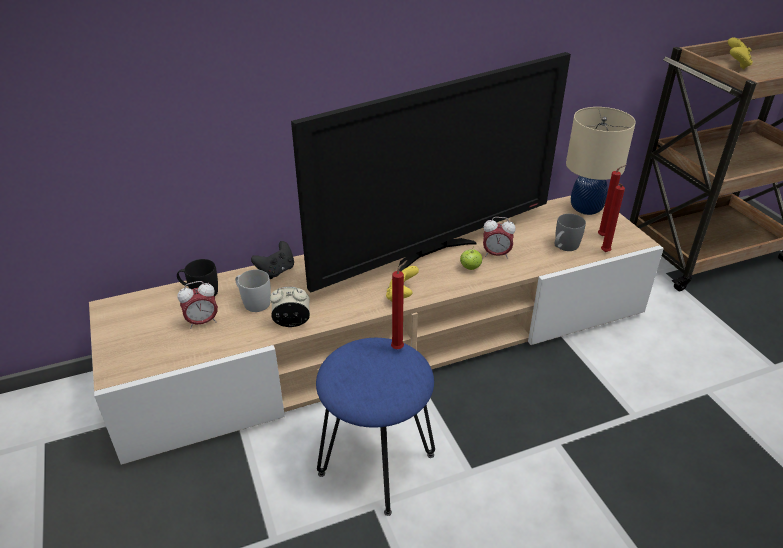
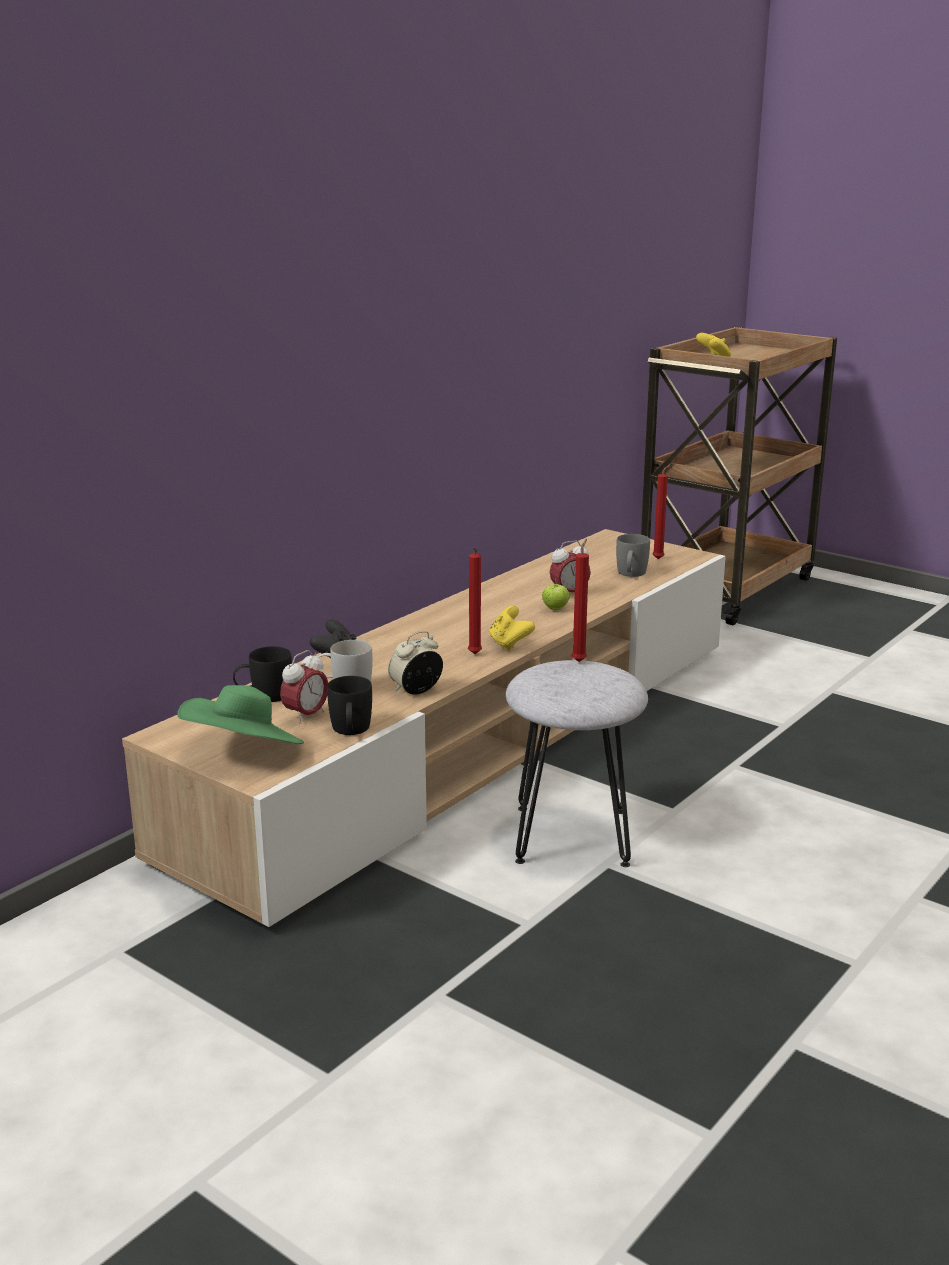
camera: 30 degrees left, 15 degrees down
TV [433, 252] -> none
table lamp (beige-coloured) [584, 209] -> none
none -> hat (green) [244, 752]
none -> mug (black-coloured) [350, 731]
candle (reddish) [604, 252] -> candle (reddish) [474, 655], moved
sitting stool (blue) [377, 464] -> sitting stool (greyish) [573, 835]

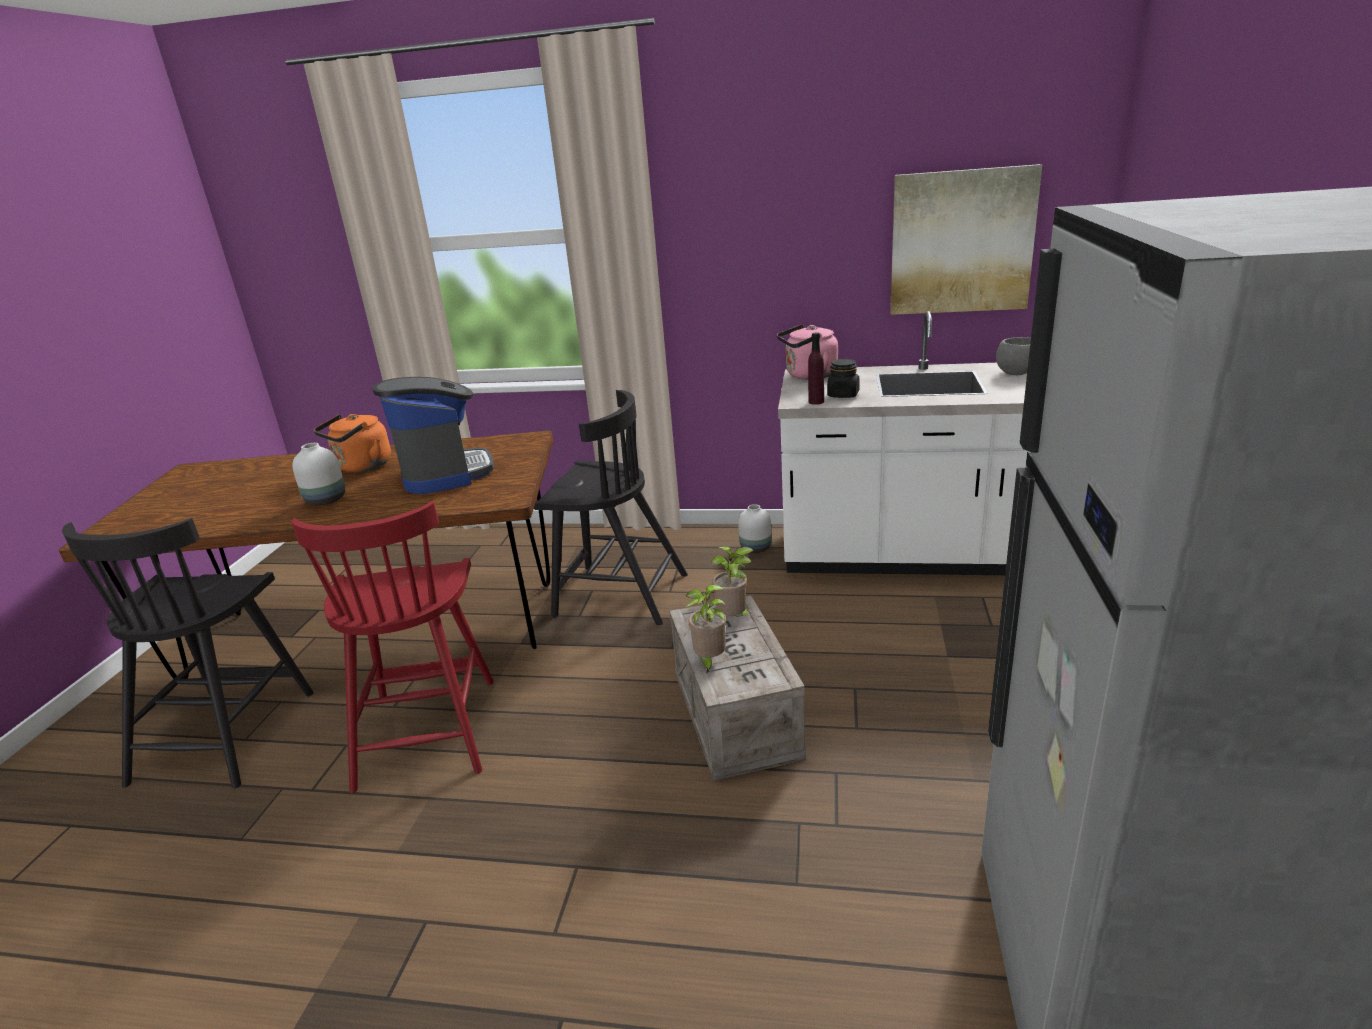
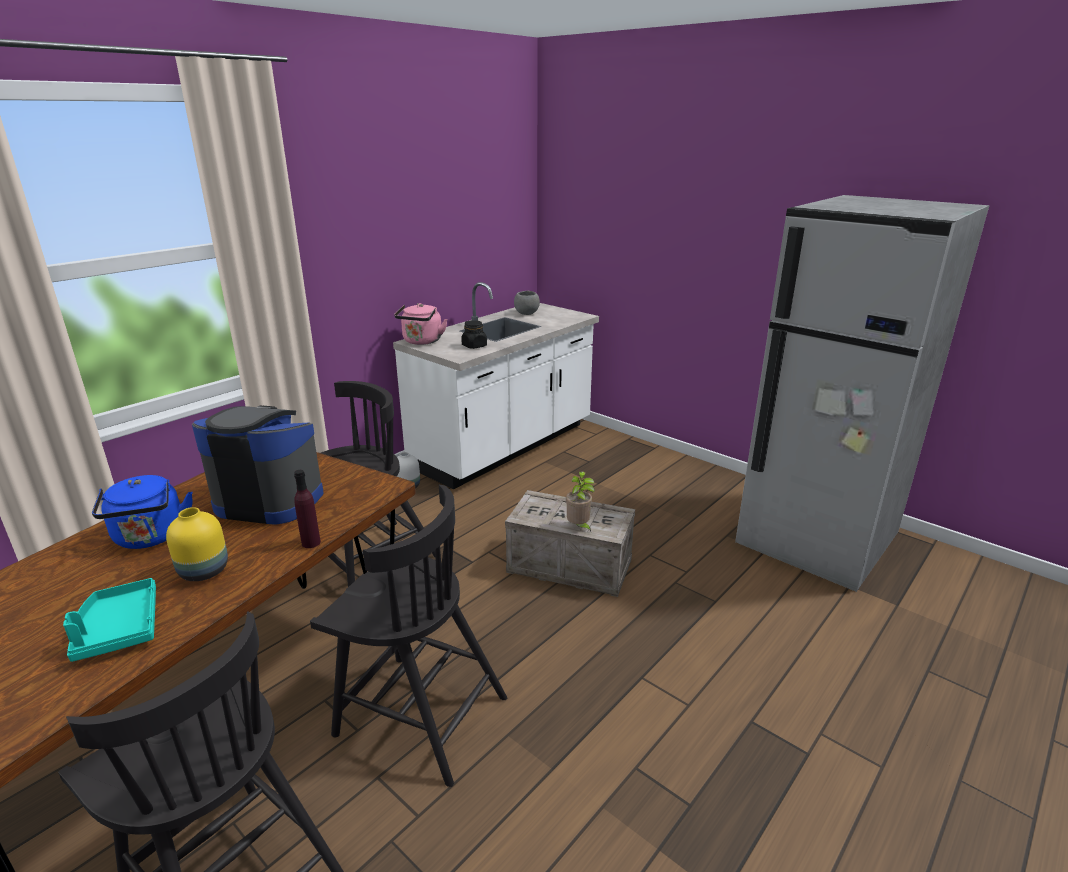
camera: 60 degrees left, 0 degrees up
potted plant [734, 618] -> none
wall picture [961, 242] -> none
none -> carrying tray (blue-green) [118, 629]
beverage bottle (purple-coloured) [816, 402] -> beverage bottle (purple-coloured) [311, 543], moved
upright chair (reddish) [428, 728] -> upright chair (black-coloured) [418, 714]
decorative vase (white-coloured) [325, 500] -> decorative vase (yellow-coloured) [202, 571]
water kettle (orange-coloured) [361, 467] -> water kettle (blue) [150, 538]

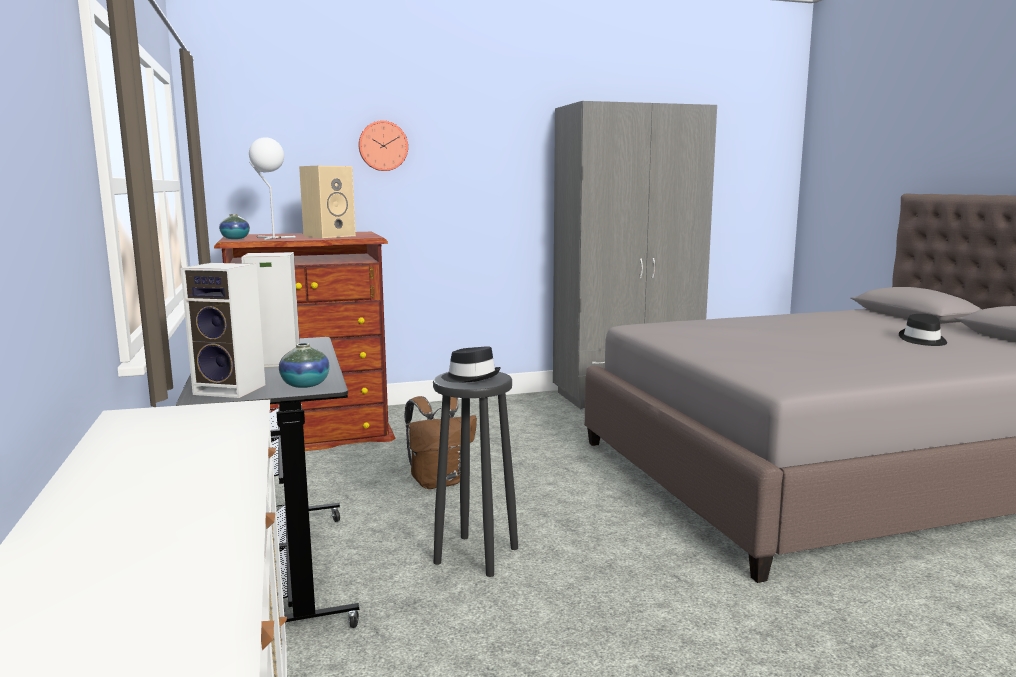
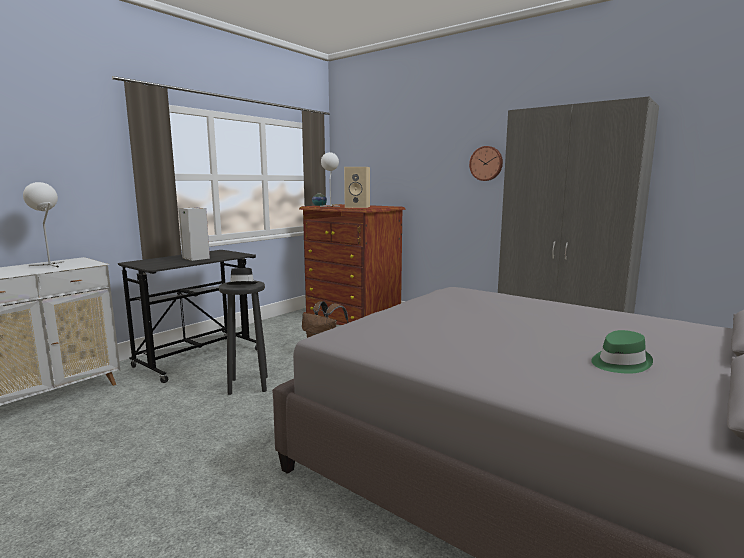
camera: 55 degrees right, 0 degrees up
audio speaker [233, 389] -> none
decorative vase [305, 385] -> none
none -> table lamp (white-coloured) [51, 265]
wall clock [383, 146] -> wall clock [486, 163], moved
hat (black-coloured) [922, 340] -> hat (green) [619, 363]

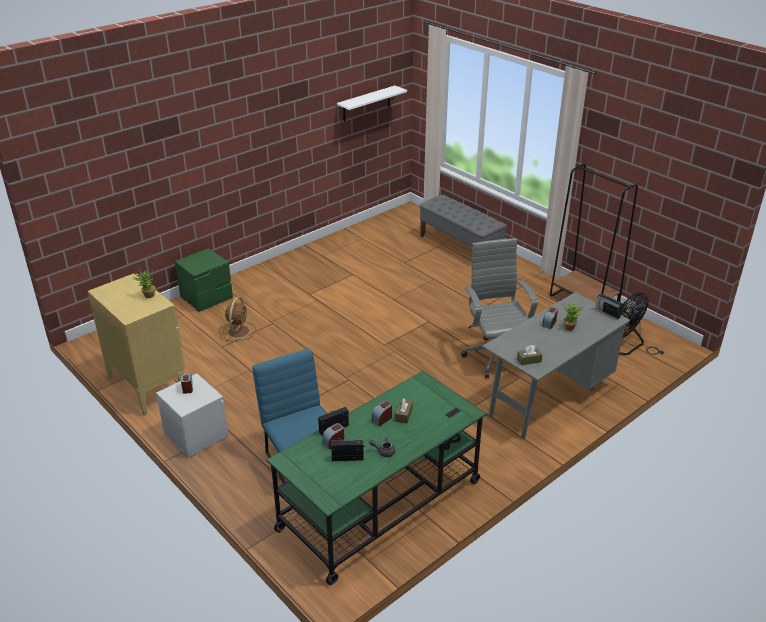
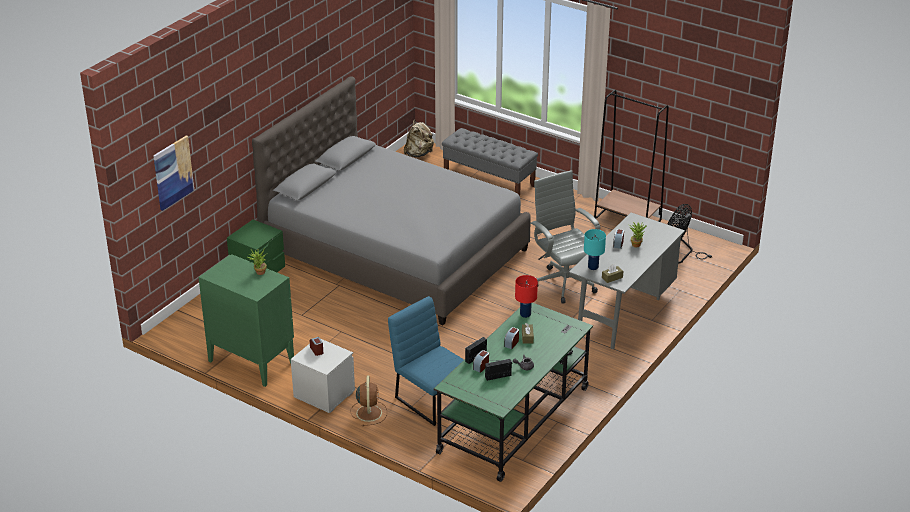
camera: 15 degrees left, 0 degrees up
wall shelf (white-coloured) [366, 103] -> none
radio receiver [607, 313] -> none
none -> wall picture [173, 172]
none -> bed (greyish) [394, 251]
none -> backpack (beige-coloured) [418, 154]
none -> table lamp (reddish) [524, 314]
none -> table lamp (blue-green) [593, 267]
fan (brown) [239, 331] -> fan (brown) [369, 412], moved
chest of drawers (beige-coloured) [148, 385] -> chest of drawers (green) [252, 361]

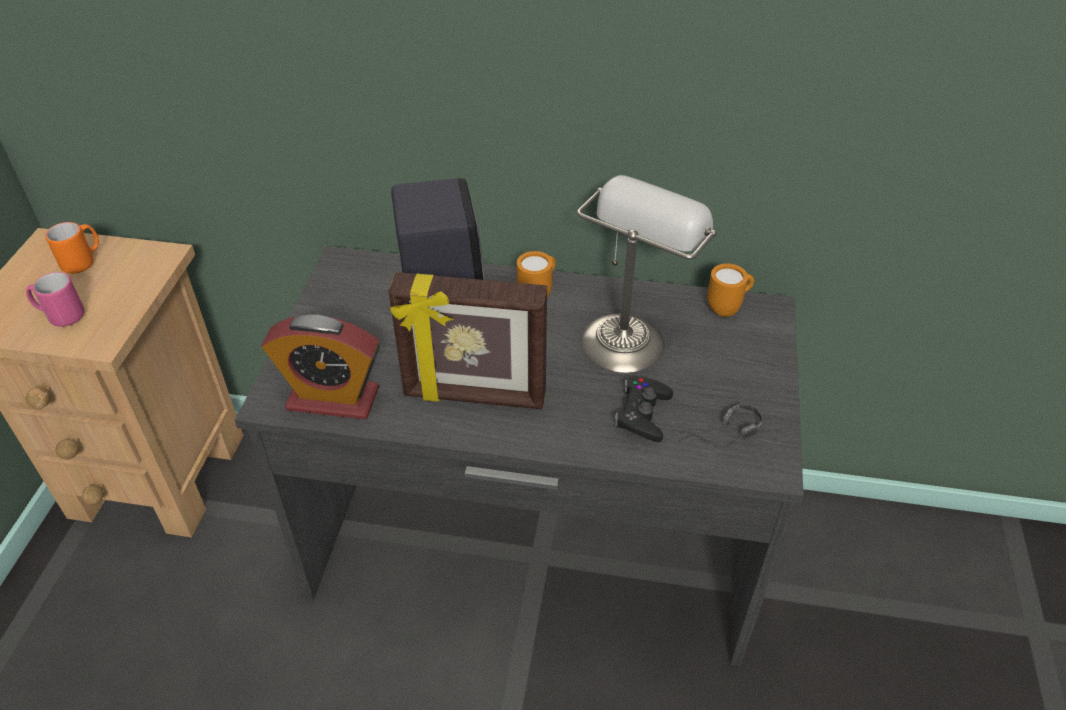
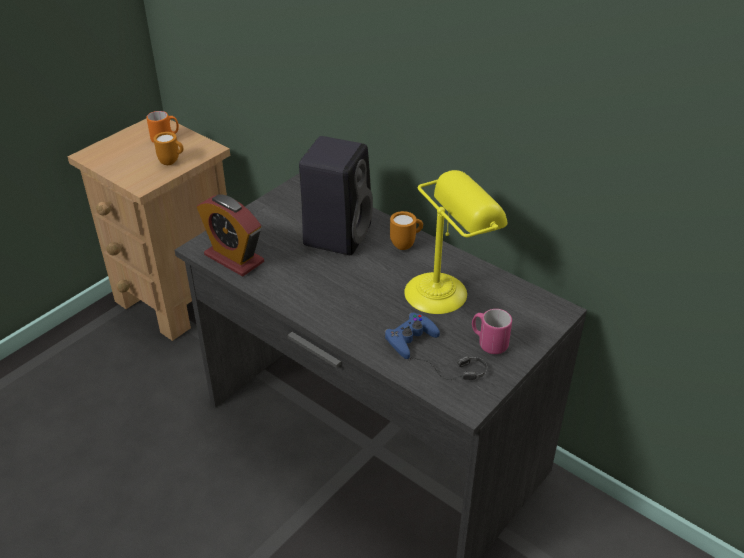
camera: 30 degrees right, 5 degrees down
picture frame [474, 397] -> none
mug (pink-coloured) [61, 316] -> mug (pink-coloured) [488, 343], moved
mug (orange-coloured) [727, 308] -> mug (orange-coloured) [172, 162], moved
table lamp (white-coloured) [629, 331] -> table lamp (yellow-coloured) [446, 287]
game controller (black-coloured) [643, 414] -> game controller (blue) [410, 339]

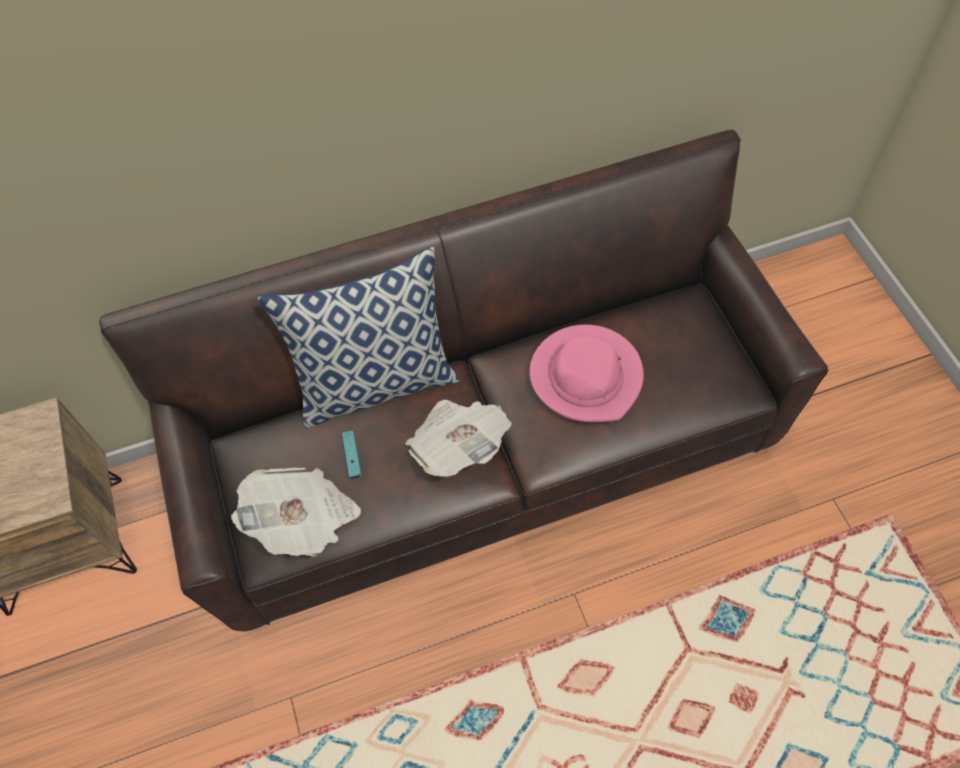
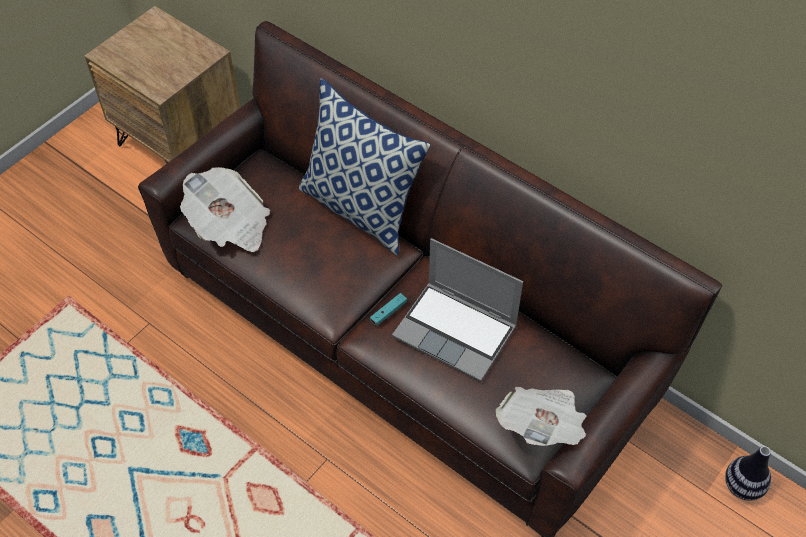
camera: 55 degrees right, 5 degrees down
none -> decorative vase [743, 486]
game controller (blue-green) [352, 457] -> game controller (blue-green) [388, 312], moved
daily paper [458, 446] -> daily paper [542, 426], moved
hat (pink-coloured) [587, 376] -> notebook computer [457, 331]

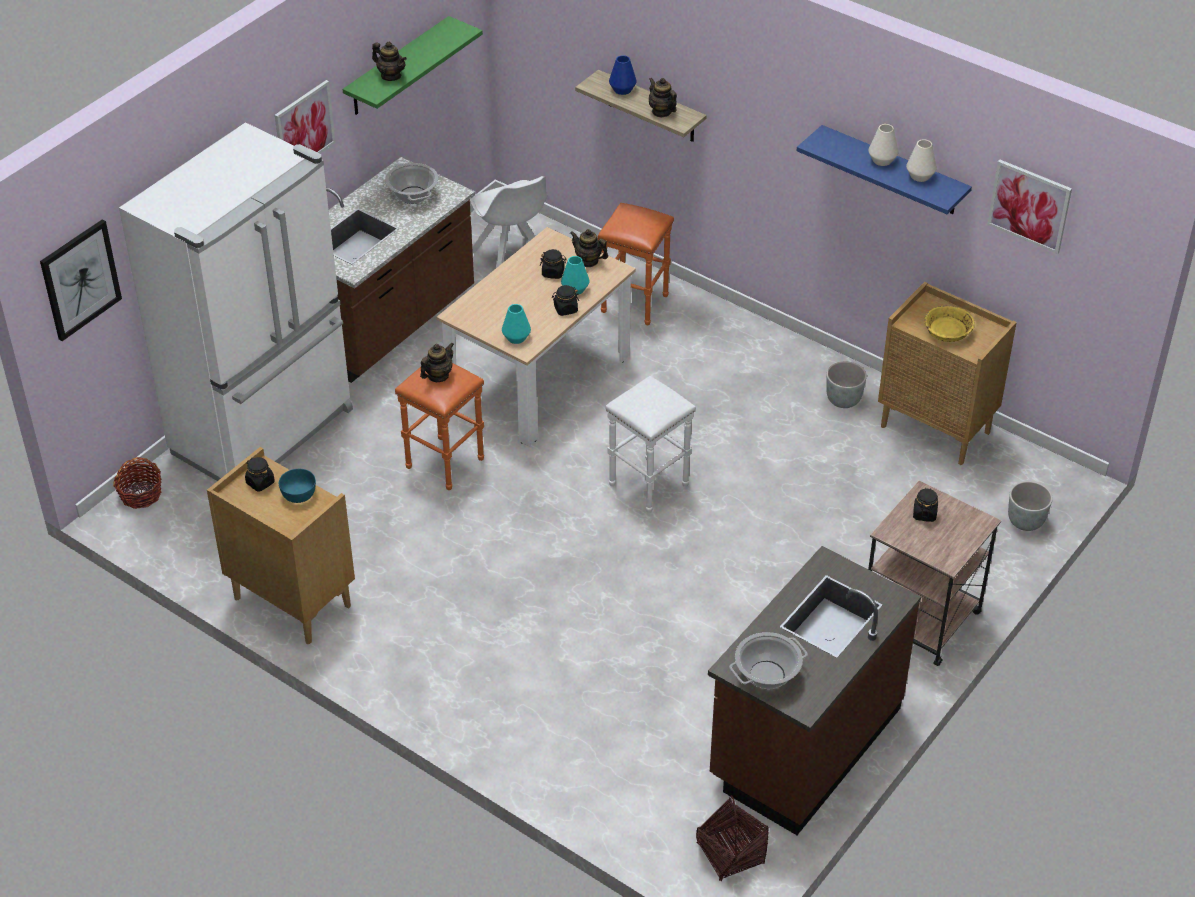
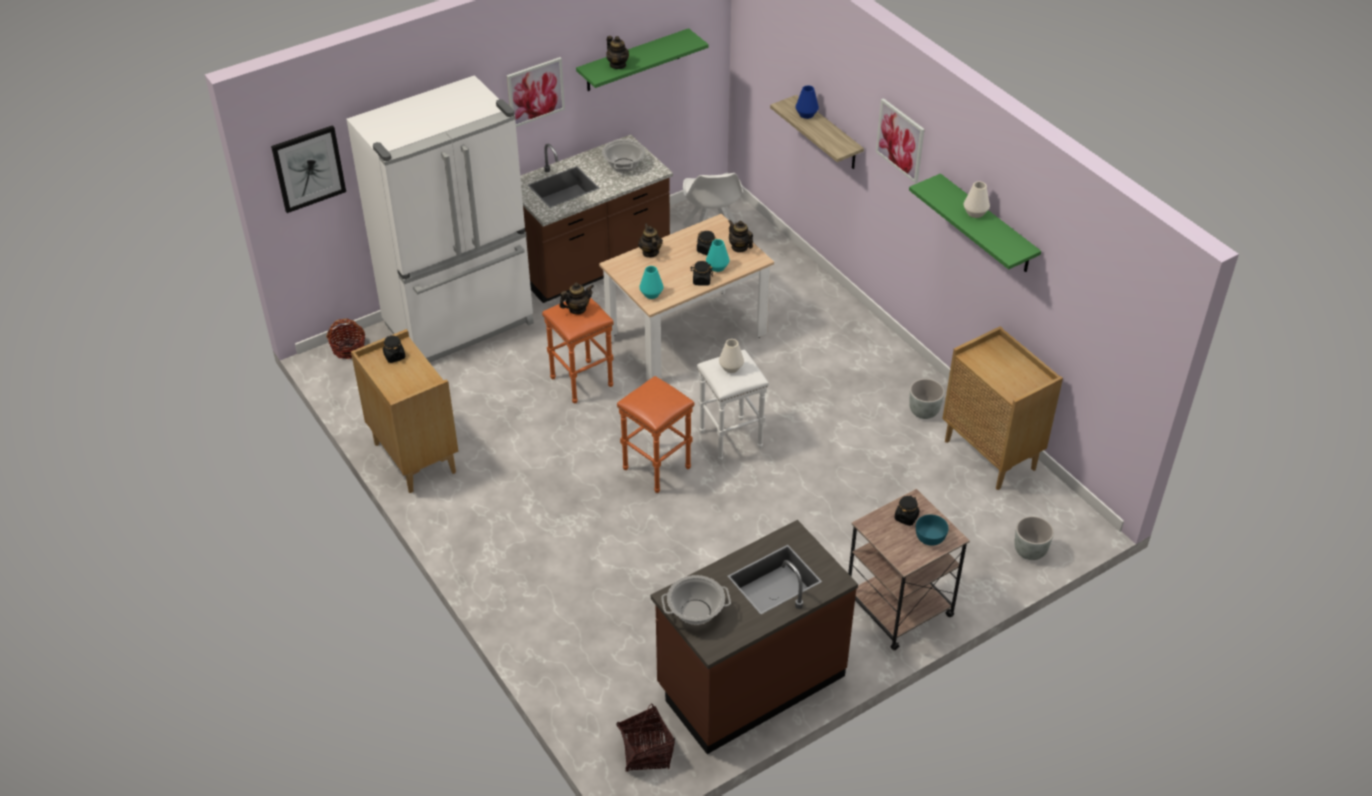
camera: 20 degrees right, 0 degrees up
serving bowl (yellow-coloured) [947, 331] -> none
serving bowl (blue-green) [298, 494] -> serving bowl (blue-green) [930, 537], moved
sitting stool (orange-coloured) [636, 303] -> sitting stool (orange-coloured) [658, 468], moved
teapot [661, 112] -> teapot [650, 252], moved
decorative vase (white-coloured) [920, 176] -> decorative vase (white-coloured) [731, 367], moved
wall picture [1029, 206] -> wall picture [900, 140], moved
wall shelf (blue) [893, 171] -> wall shelf (green) [987, 225]

